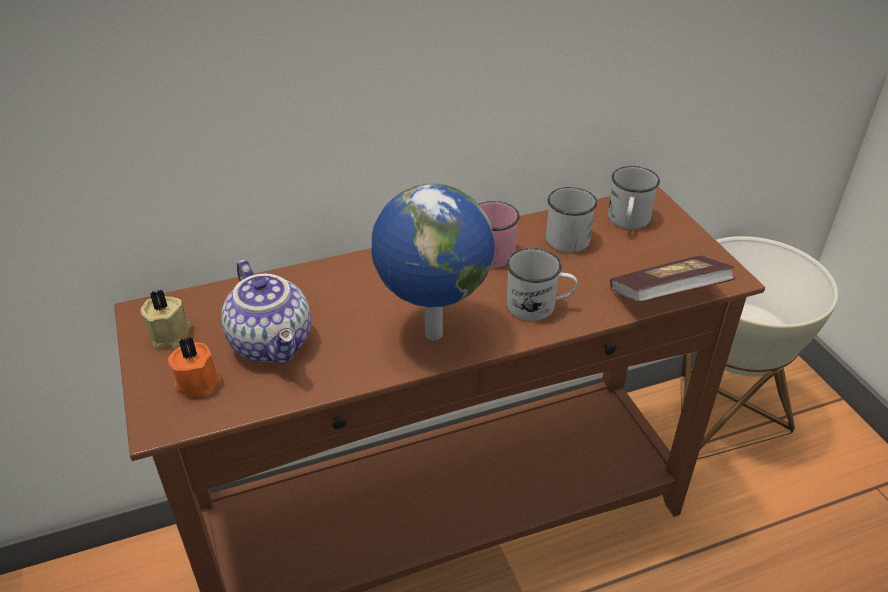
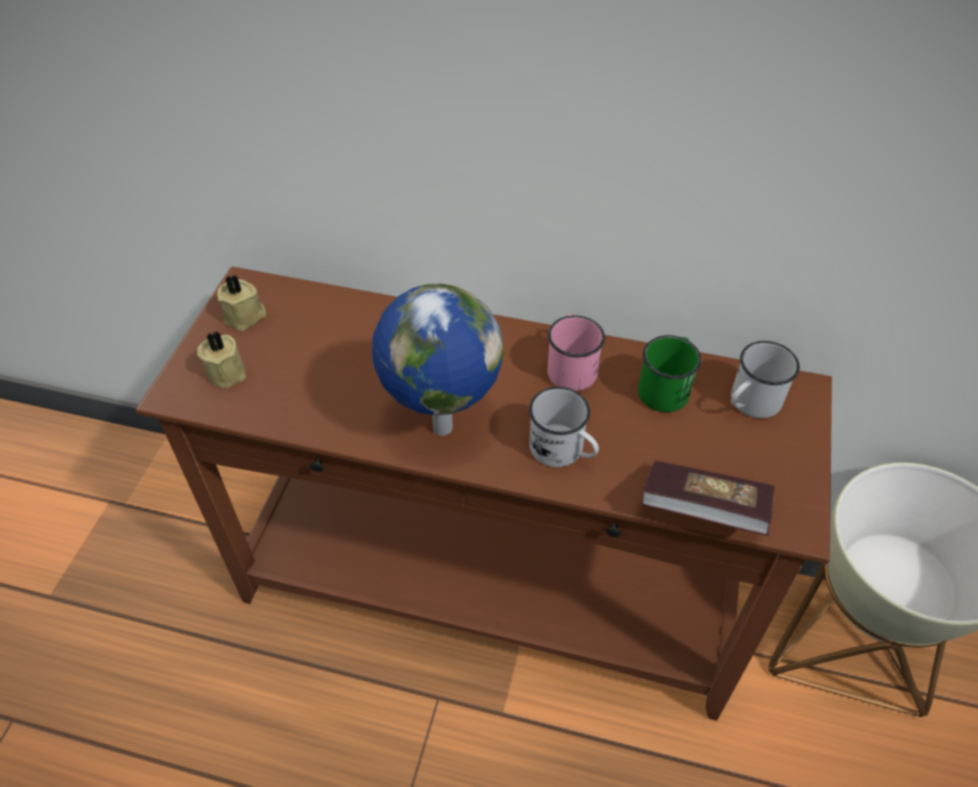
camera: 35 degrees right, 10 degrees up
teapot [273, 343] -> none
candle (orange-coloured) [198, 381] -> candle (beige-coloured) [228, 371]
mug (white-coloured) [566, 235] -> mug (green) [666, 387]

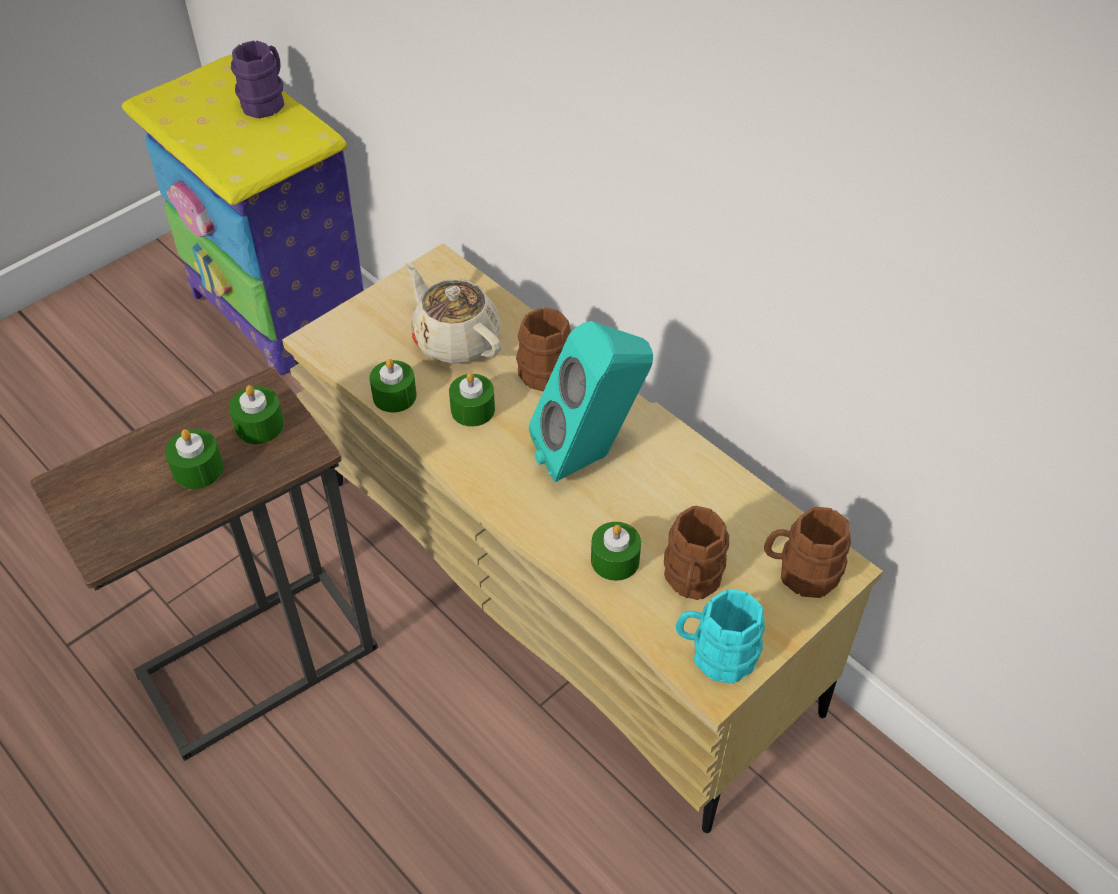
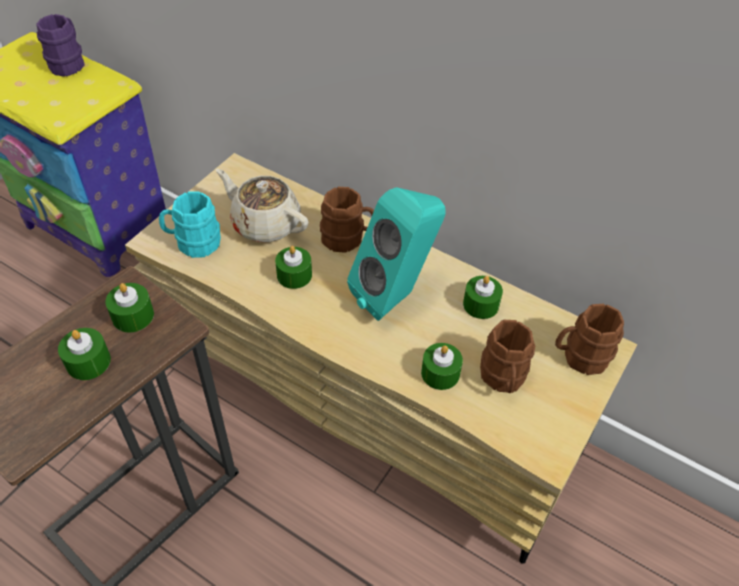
camera: 15 degrees left, 0 degrees up
candle (green) [394, 396] -> candle (green) [481, 304], moved
mug (blue-green) [715, 654] -> mug (blue-green) [193, 243], moved

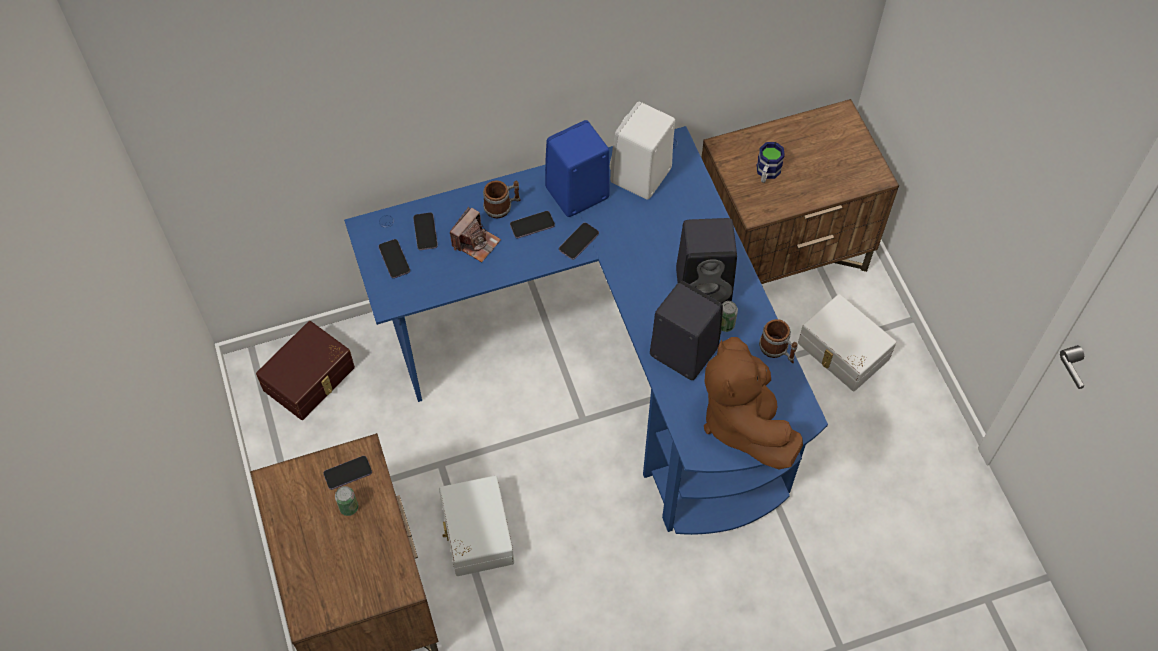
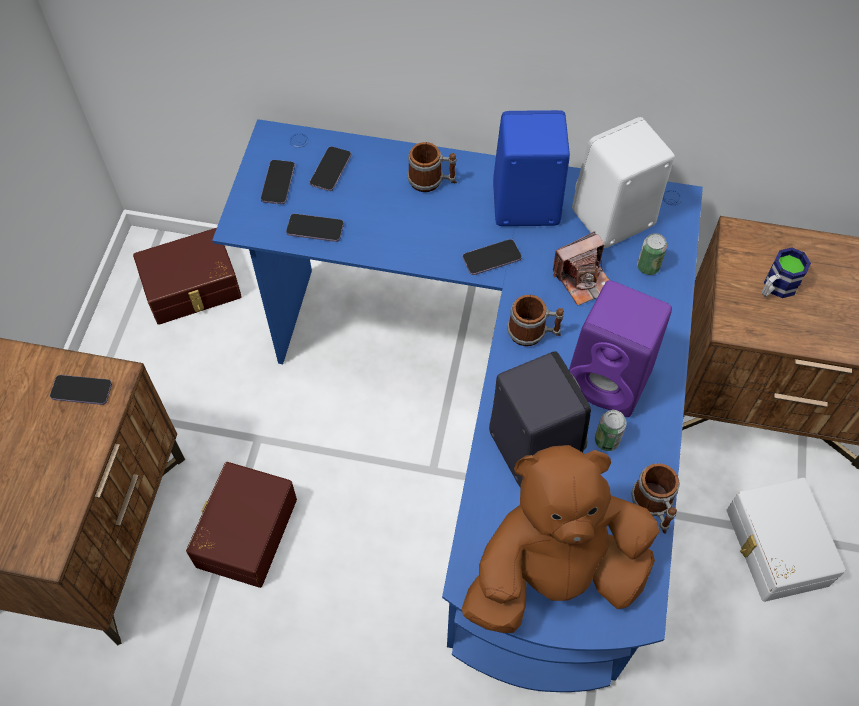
camera: 30 degrees right, 0 degrees up
none -> mug [533, 333]
can [349, 507] -> can [648, 267], moved
still camera [476, 242] -> still camera [583, 279], moved
handset [532, 225] -> handset [315, 229], moved
storage box (white-coloured) [475, 533] -> storage box (brown) [244, 531]
audio speaker (black-coloured) [705, 285] -> audio speaker (purple-coloured) [611, 380]
soft toy (brown) [743, 421] -> soft toy (brown) [554, 574], 60 degrees clockwise

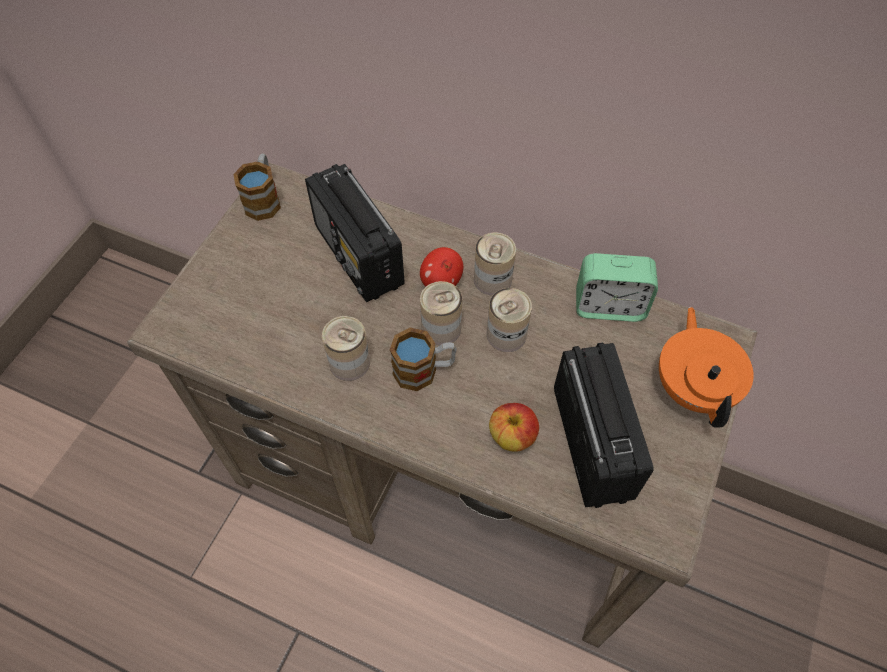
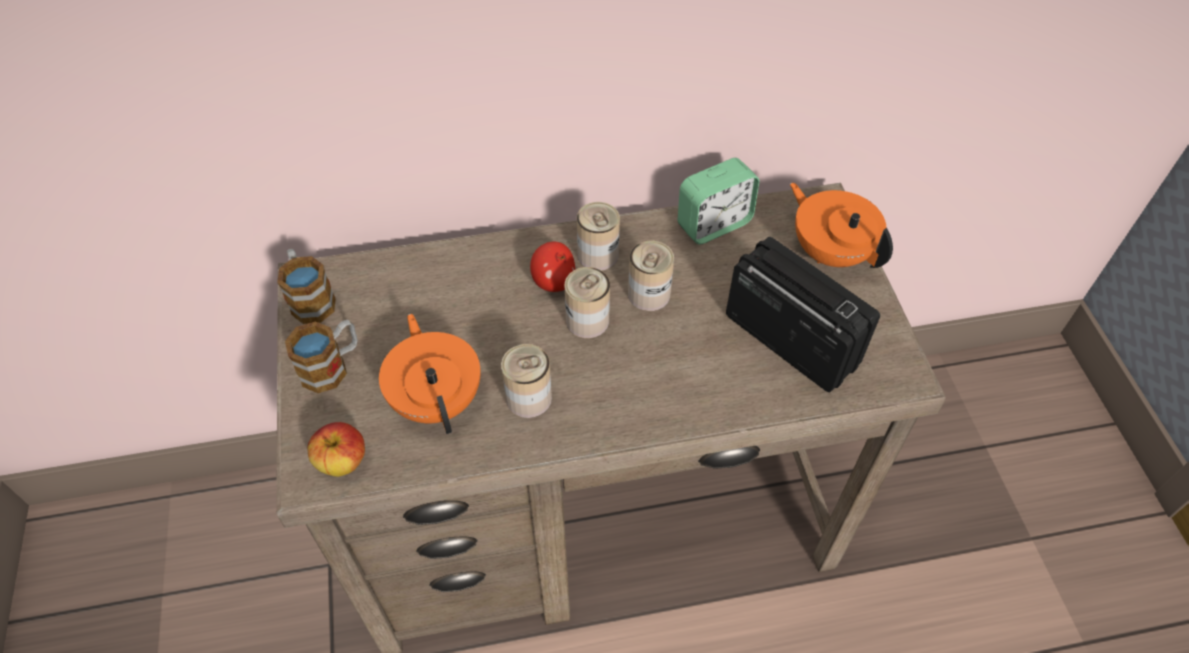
camera: 35 degrees left, 5 degrees down
radio receiver [359, 256] -> none
none -> teapot (orange-coloured) [437, 399]
mug [424, 370] -> mug [332, 366], moved
apple [512, 436] -> apple [342, 462], moved

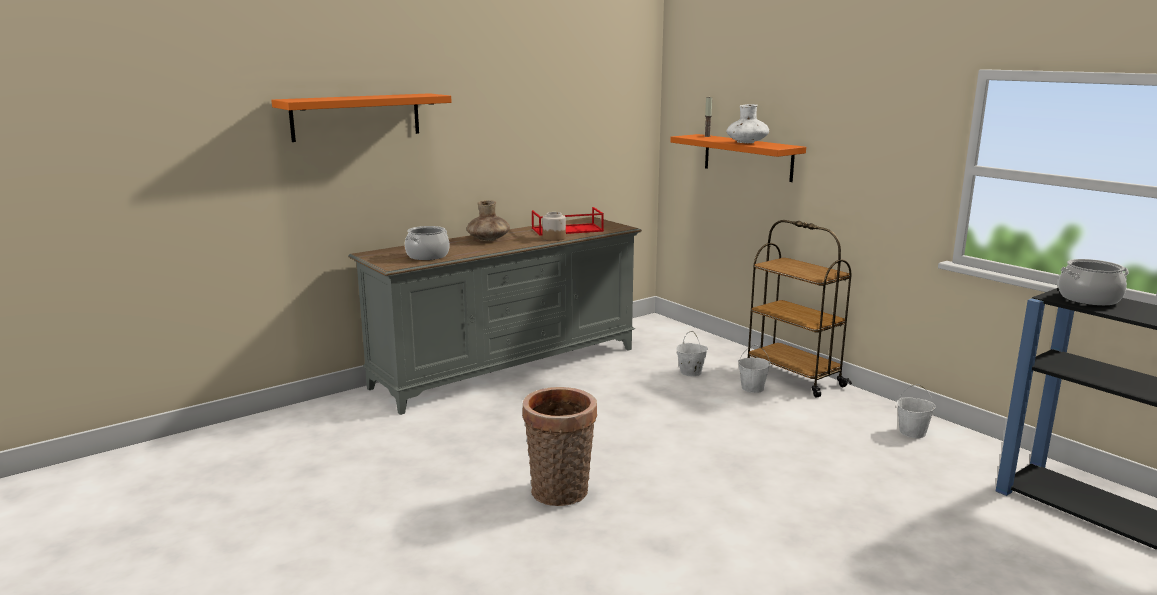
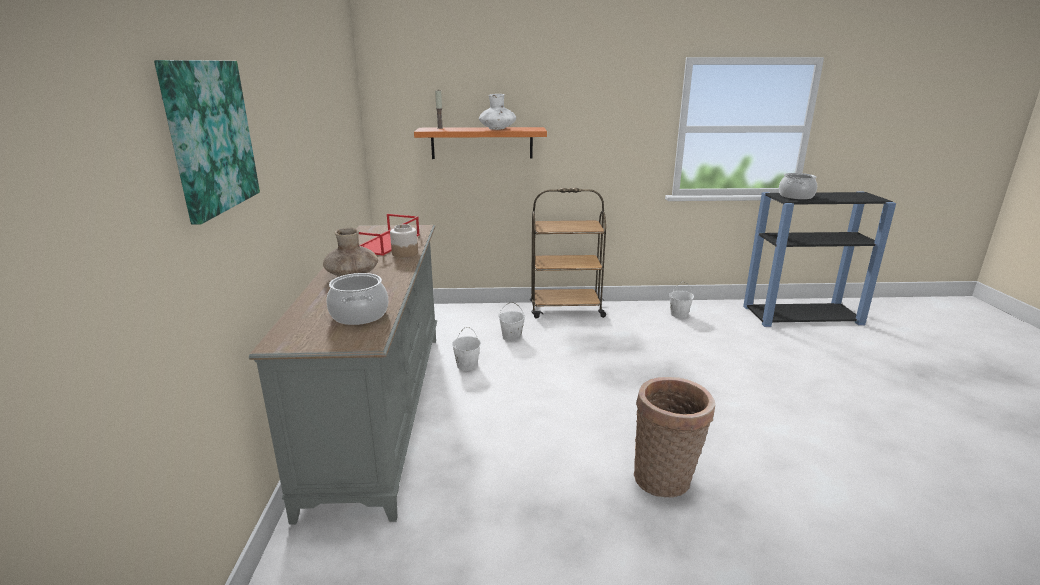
camera: 55 degrees left, 5 degrees up
bucket (white-coloured) [752, 388] -> bucket (white-coloured) [467, 365], moved
wall shelf (orange-coloured) [356, 117] -> wall picture [209, 137]

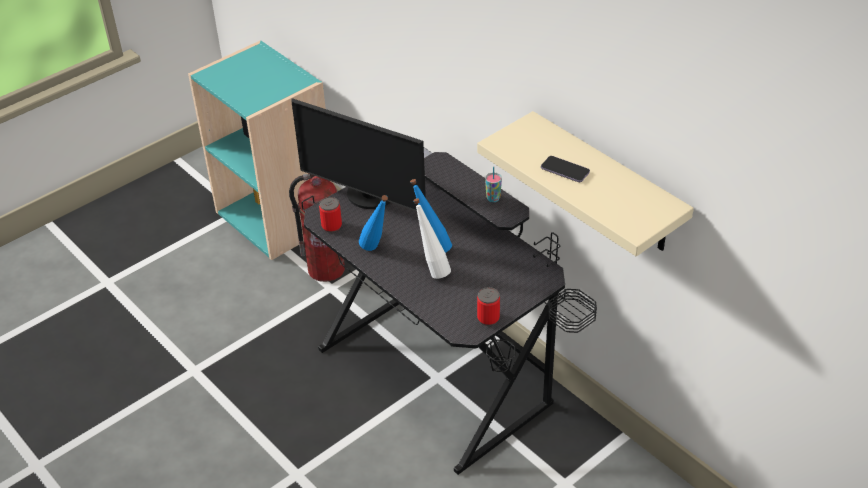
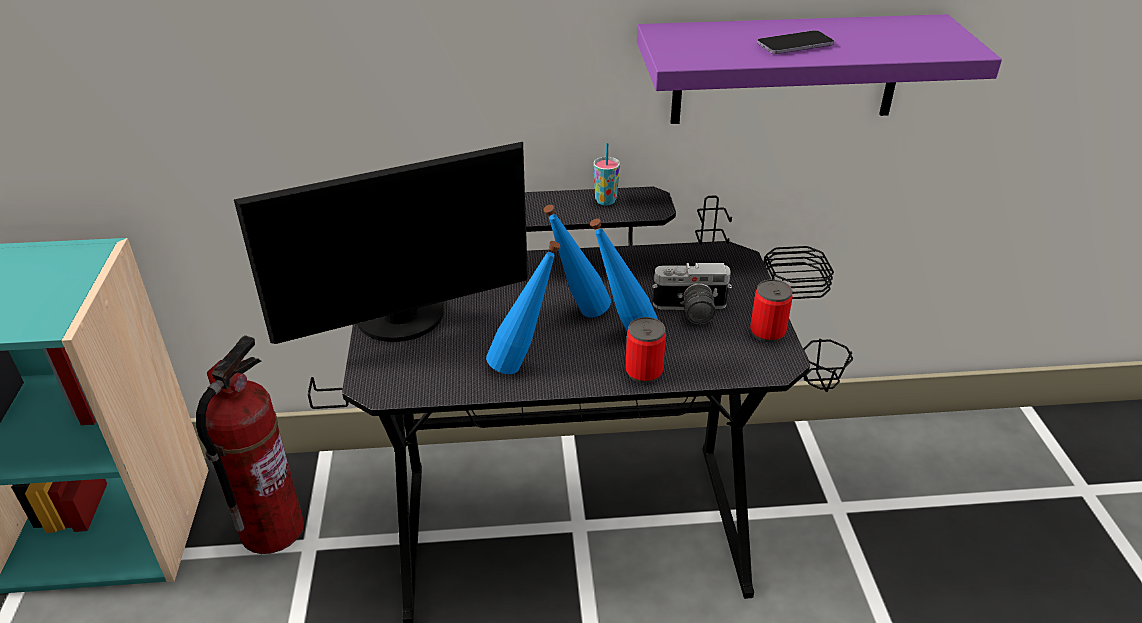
camera: 55 degrees left, 5 degrees down
none -> still camera [690, 311]
can [331, 226] -> can [644, 372], moved
beverage bottle (white-coloured) [432, 270] -> beverage bottle (blue) [623, 335]
wall shelf (beige-coloured) [606, 184] -> wall shelf (purple-coloured) [786, 70]

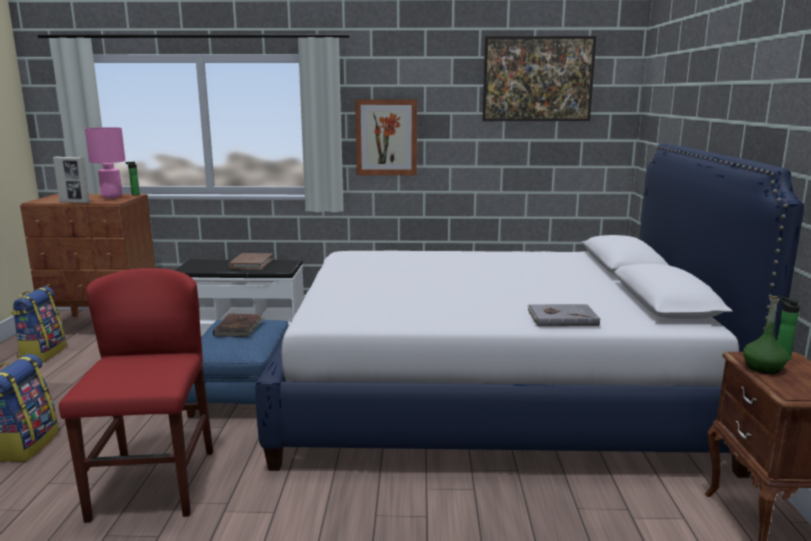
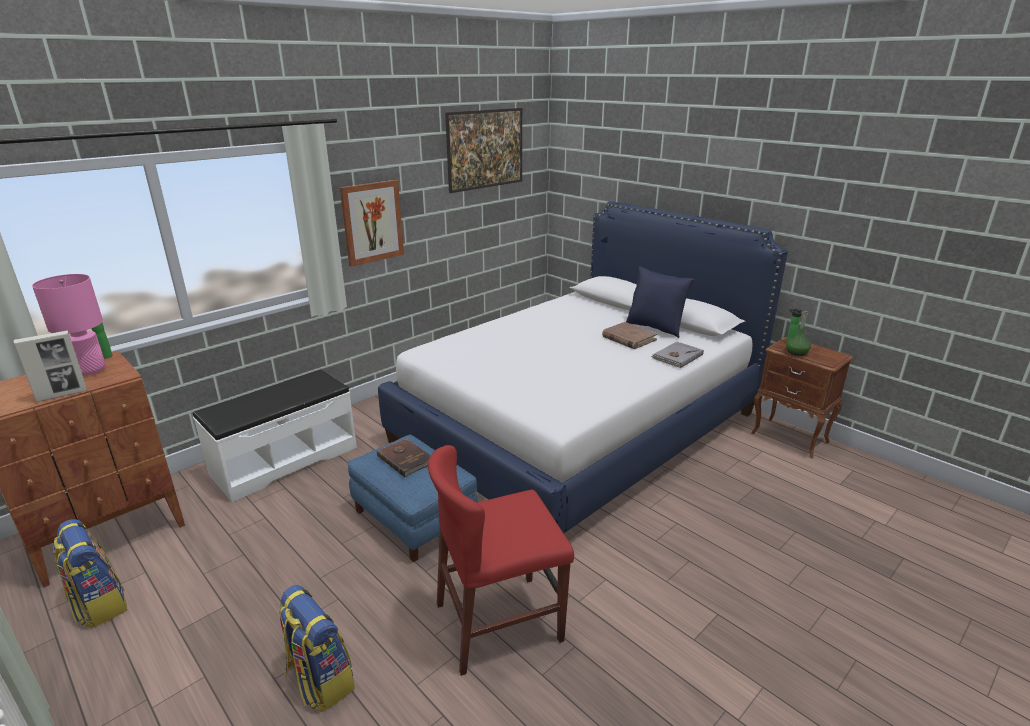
camera: 45 degrees left, 10 degrees up
none -> pillow (blue) [655, 328]
volume (brown) [251, 264] -> volume (brown) [628, 338], moved
upright chair (reddish) [153, 484] -> upright chair (reddish) [499, 622], 60 degrees counterclockwise

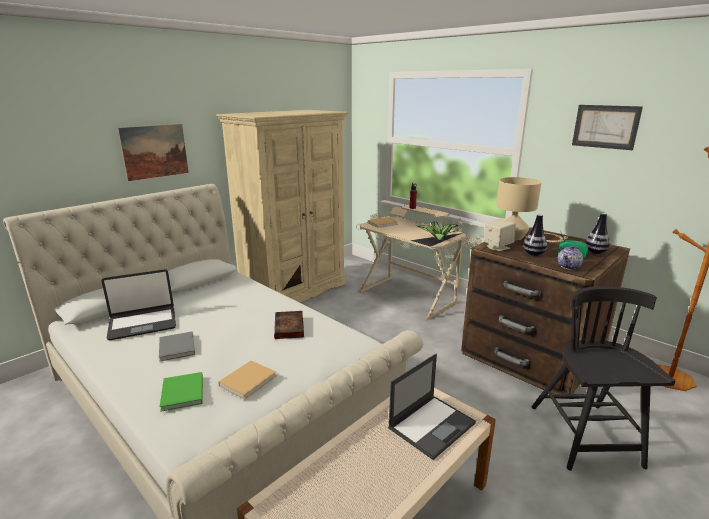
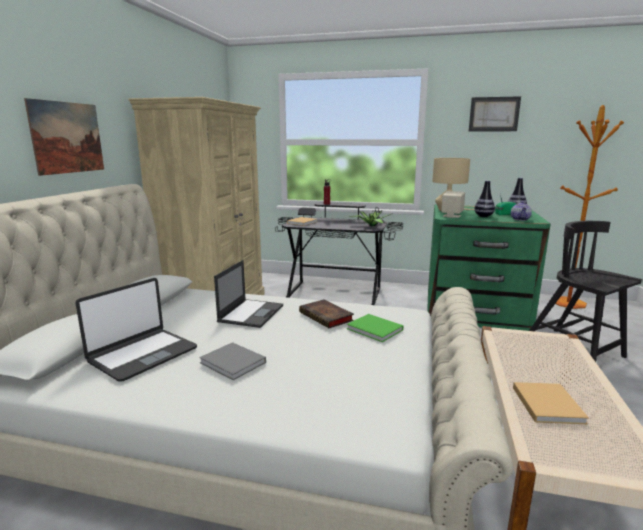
camera: 30 degrees left, 5 degrees down
volume (green) [182, 394] -> volume (green) [376, 330], moved
volume (beige-coloured) [249, 380] -> volume (beige-coloured) [546, 403], moved
notebook computer [432, 425] -> notebook computer [251, 313], moved
desk table (beige-coloured) [409, 295] -> desk table (black-coloured) [335, 292]
chest of drawers (brown) [532, 352] -> chest of drawers (green) [476, 309]

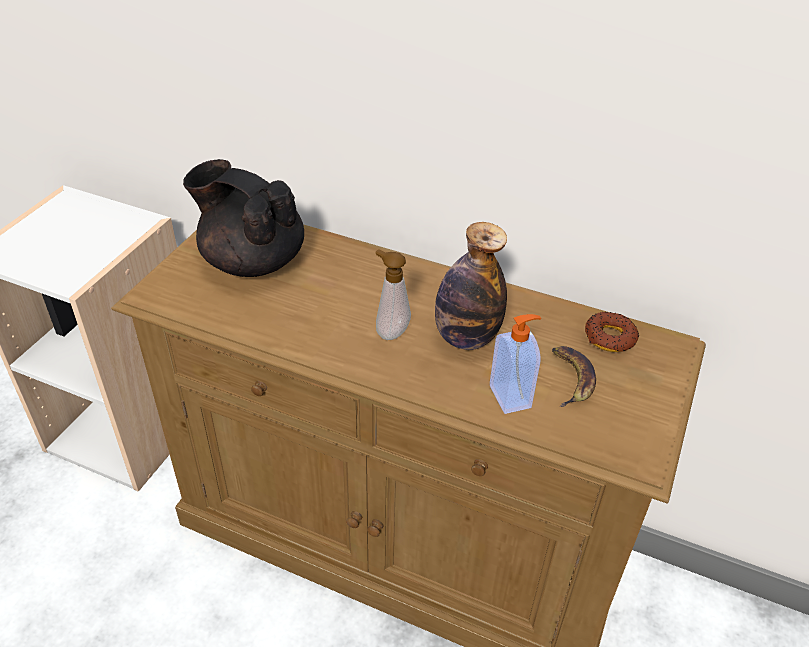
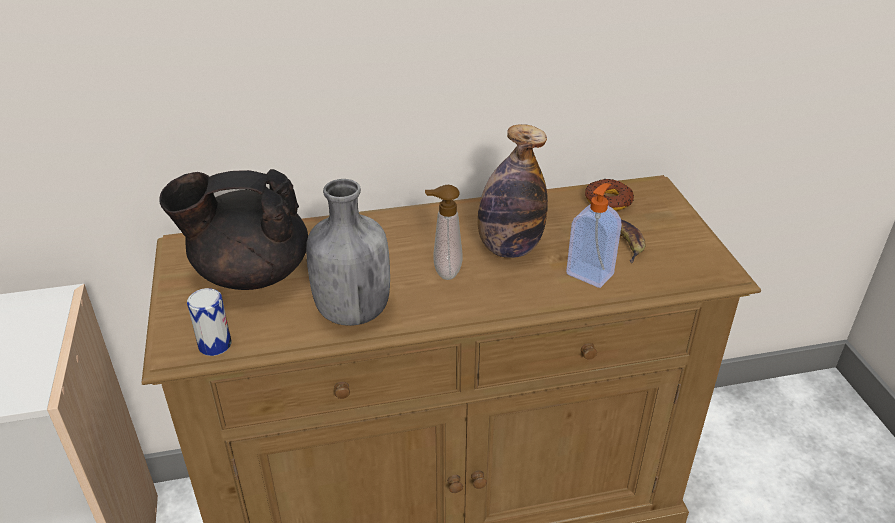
camera: 35 degrees left, 5 degrees down
none -> can [215, 345]
none -> beverage bottle (greyish) [351, 311]

